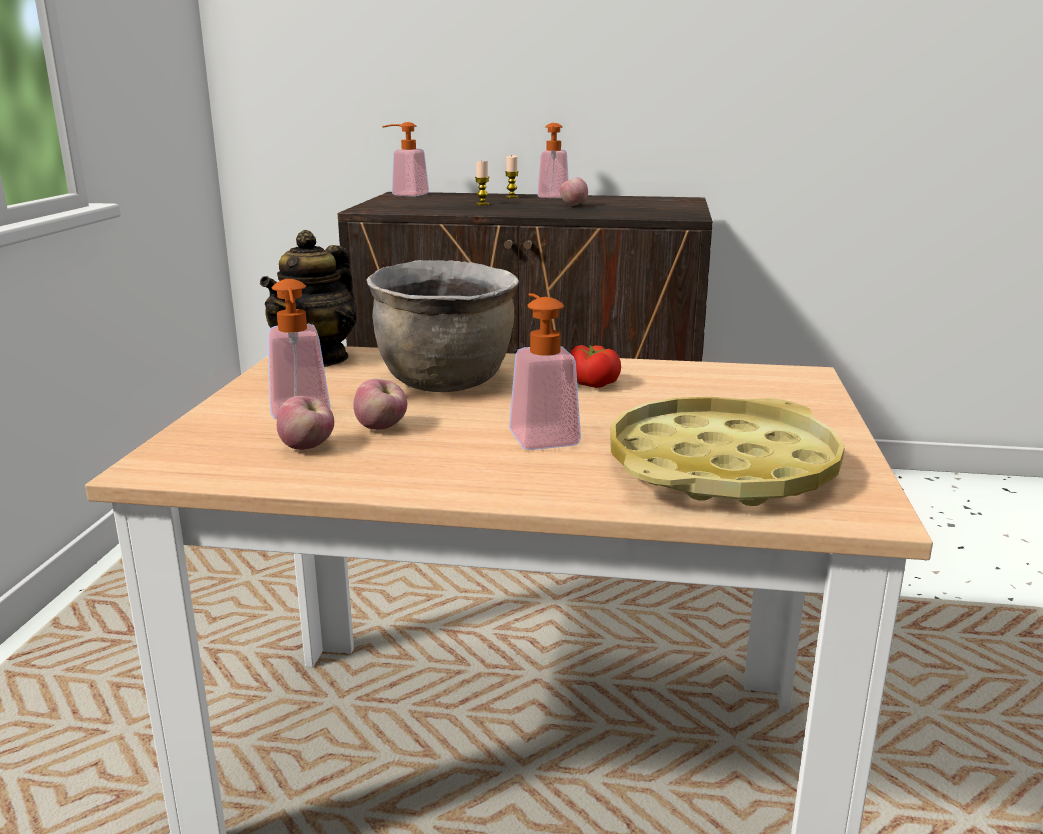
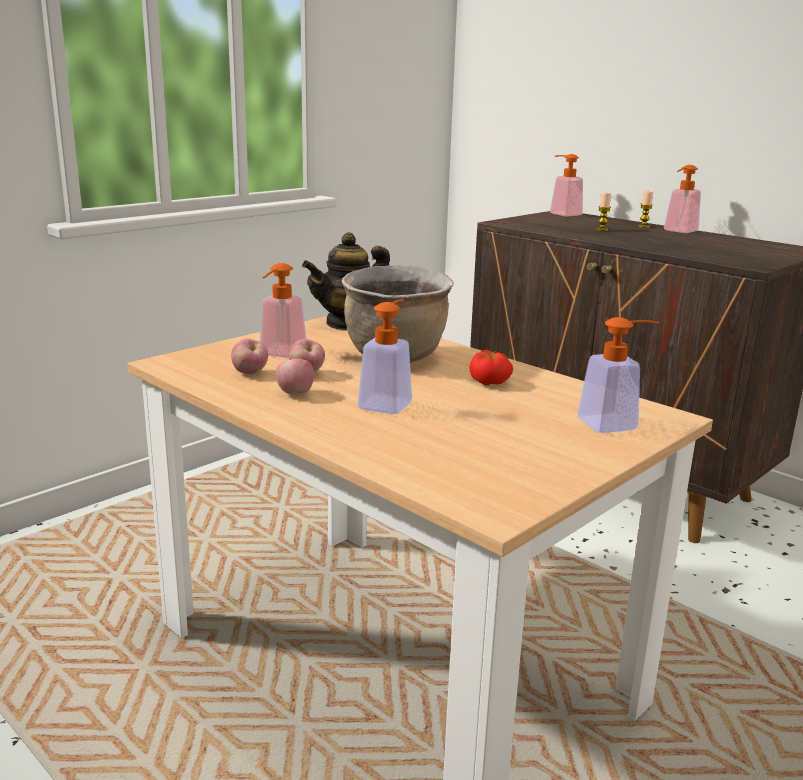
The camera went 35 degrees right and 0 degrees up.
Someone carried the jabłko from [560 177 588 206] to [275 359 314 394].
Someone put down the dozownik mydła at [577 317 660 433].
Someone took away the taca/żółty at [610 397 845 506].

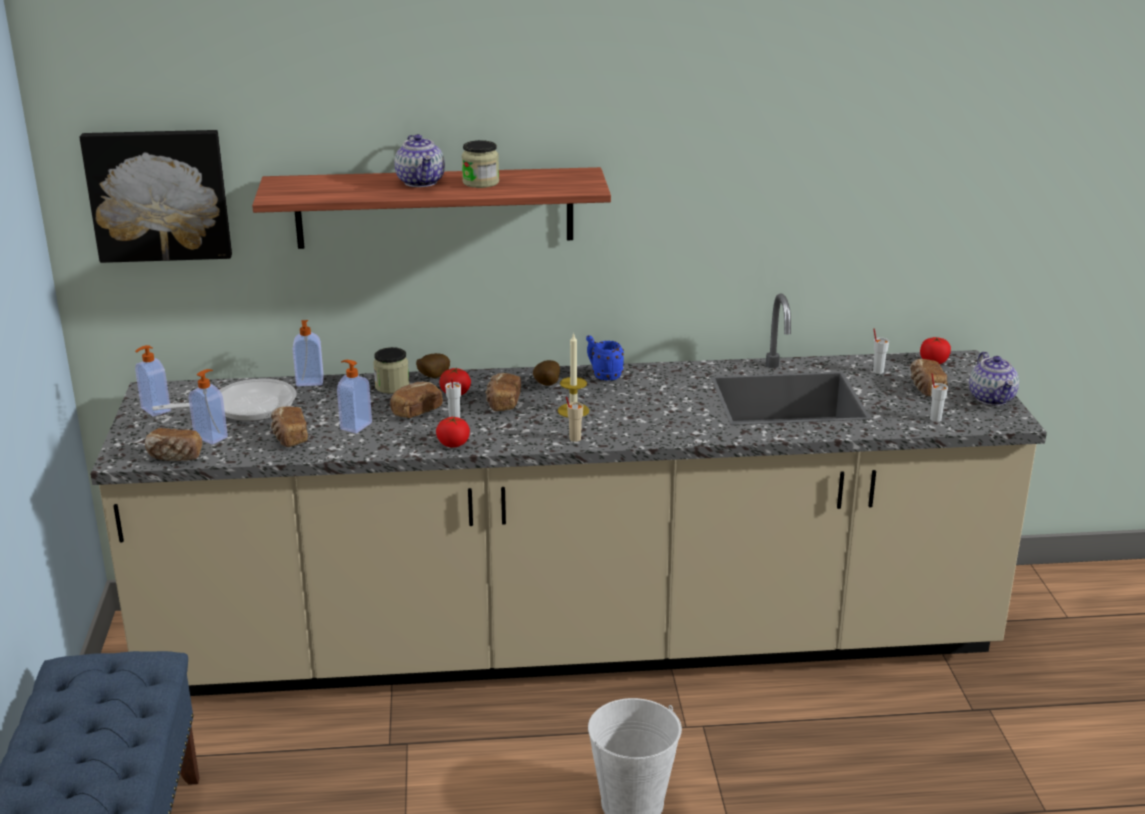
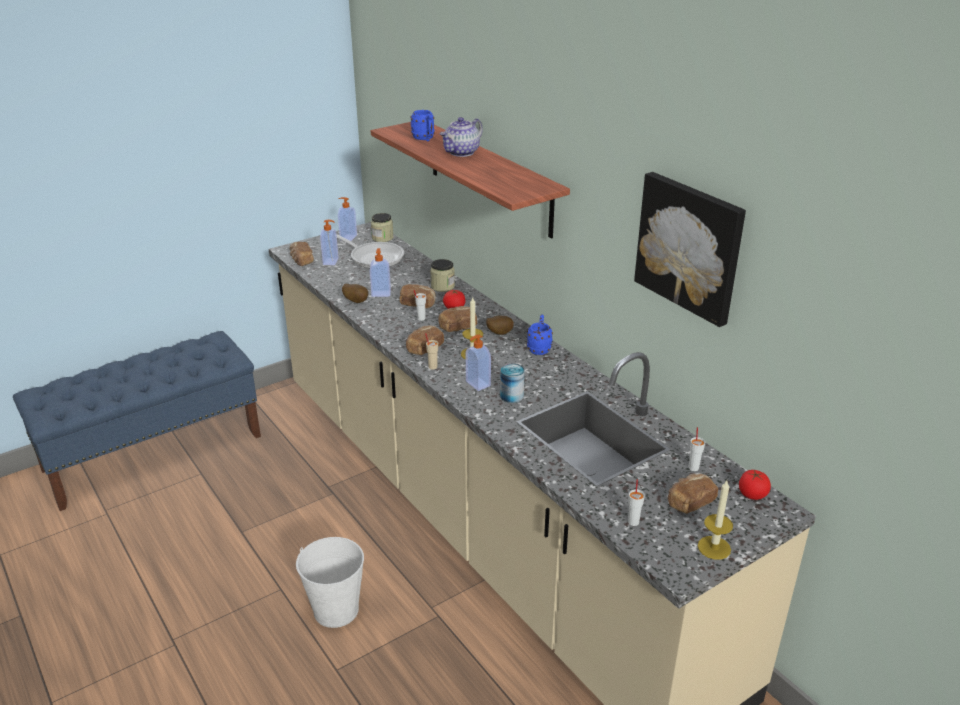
The camera went 60 degrees right and 5 degrees up.
Someone carried the ziemniak from [416 353 450 378] to [342 284 368 303].
Someone carried the słoik from [462 140 499 188] to [371 213 393 242].
Someone carried the chleb from [271 406 308 447] to [406 325 444 355].
Someone put down the kubek/niebieski at [410 110 435 141].
Someone carried the dozownik mydła from [293 320 324 386] to [466 334 491 391].
Someone put down the puszka at [500 363 525 403].
Someone carried the obraz from [80 130 232 263] to [634 172 746 327].
Someone swapped the imbryk at [969 351 1019 405] for the świeca at [698 481 733 560].
Someone took away the pomidor at [436 417 470 448].

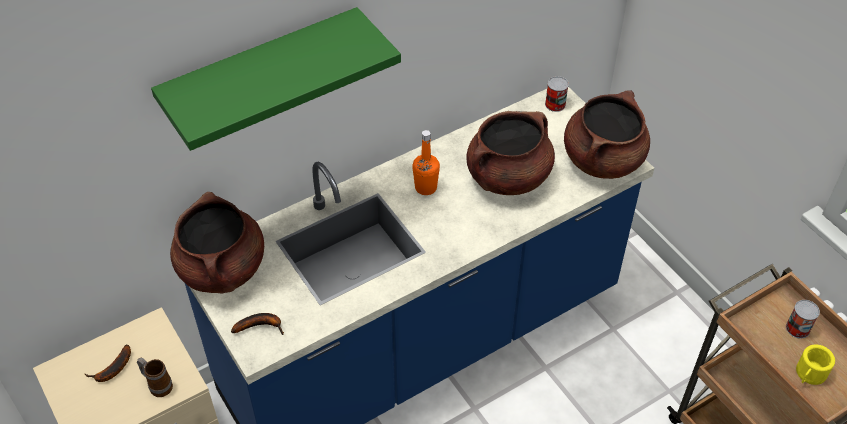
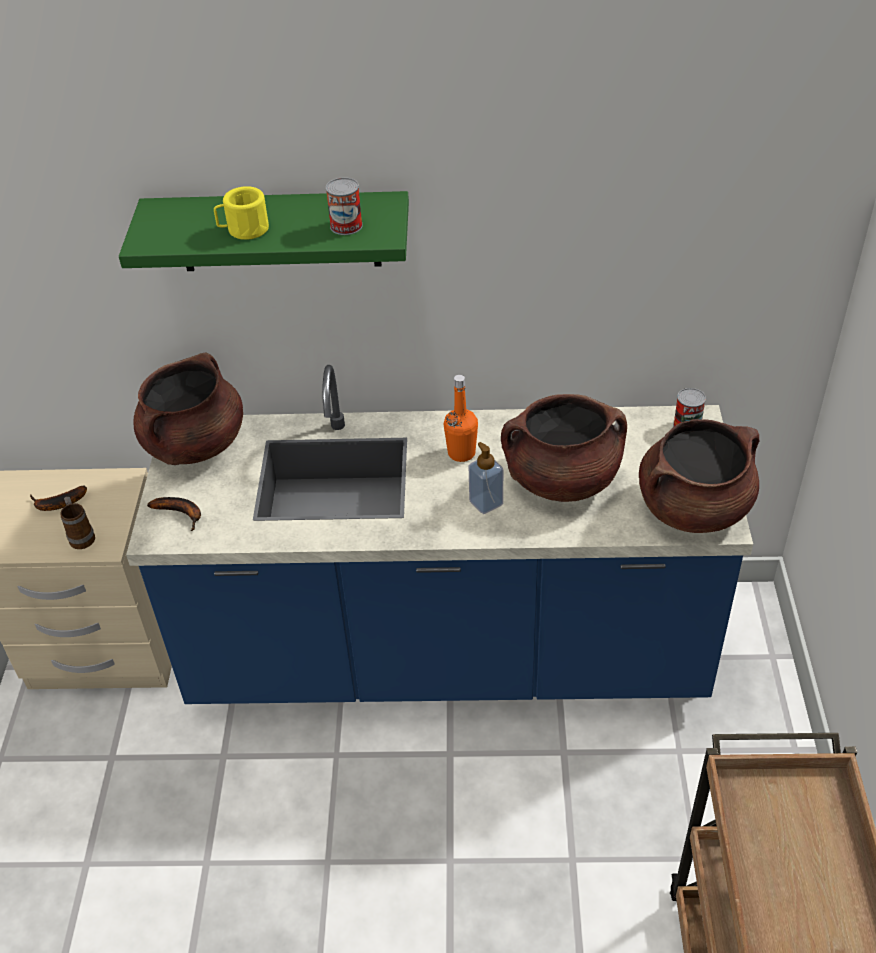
The camera went 35 degrees right and 5 degrees down.
Someone carried the kubek/żółty from [796 344 835 385] to [214 186 269 240].
Someone carried the puszka from [786 300 820 339] to [326 177 363 235].
Someone put down the dozownik mydła at [468 442 503 514].

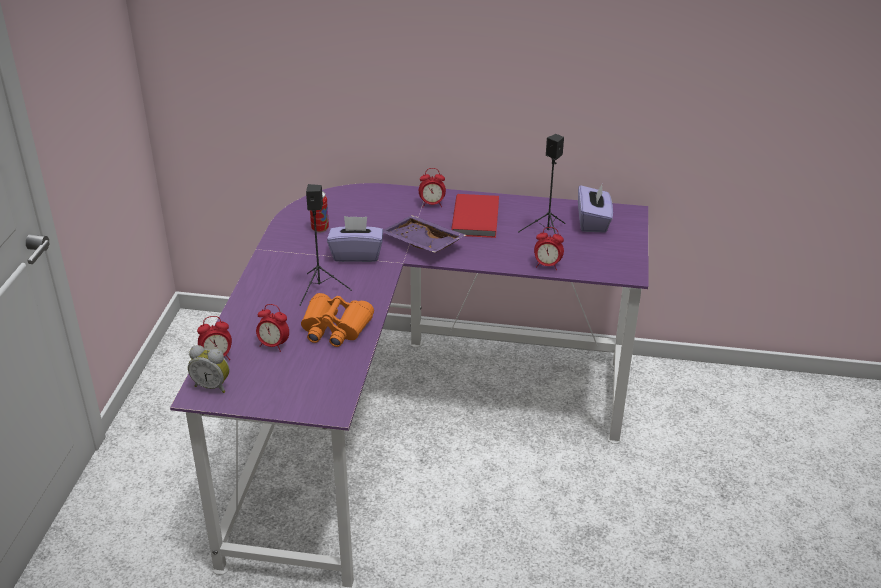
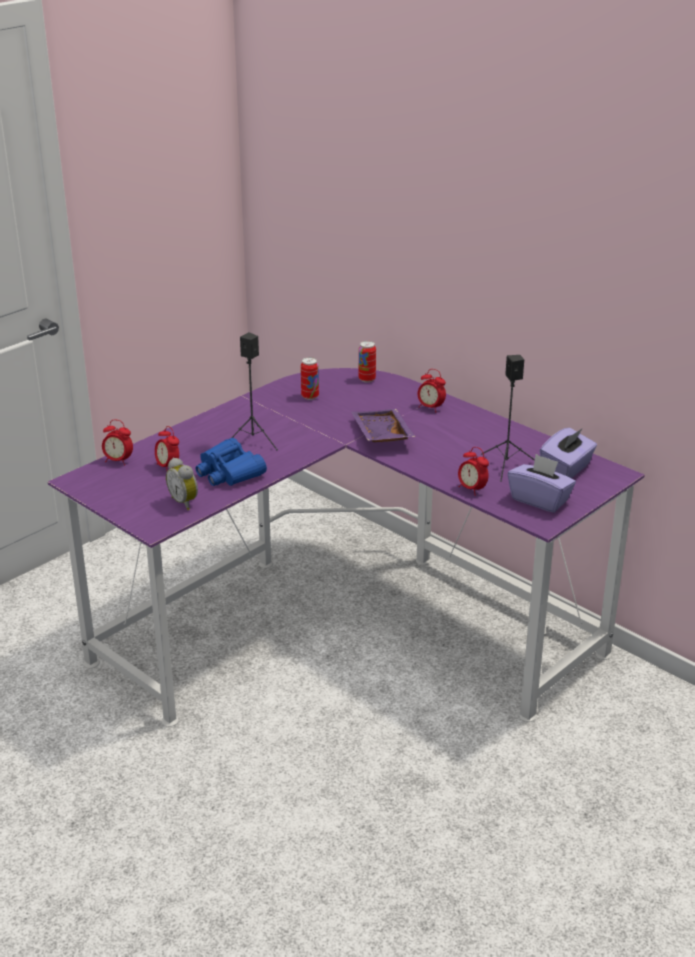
The camera went 35 degrees right and 5 degrees down.
Someone carried the budzik from [188 345 229 393] to [166 458 198 510].
Someone repainted the lornetka/pomarańczowy at [301 293 374 347], which became the lornetka/niebieski at [196 438 267 486].
Someone put down the puszka at [359 341 376 383].
Someone carried the pudełko chusteczek/fioletowy from [327 216 383 262] to [508 454 576 513].
Someone took away the książka/czerwony at [451 194 499 238].

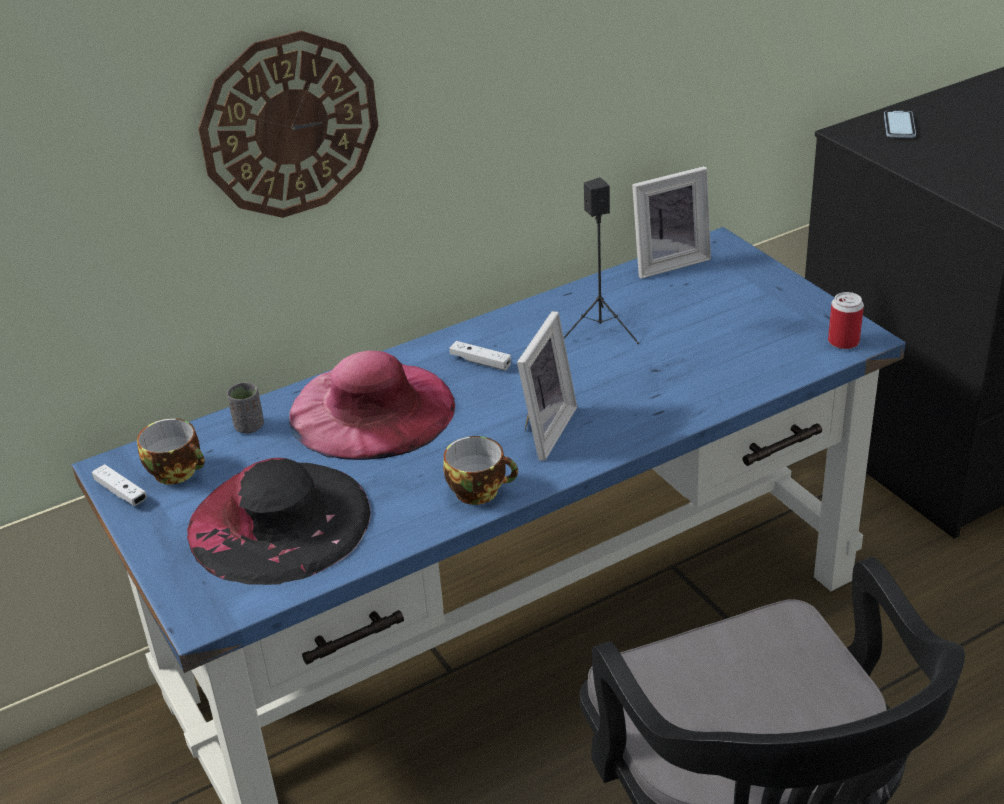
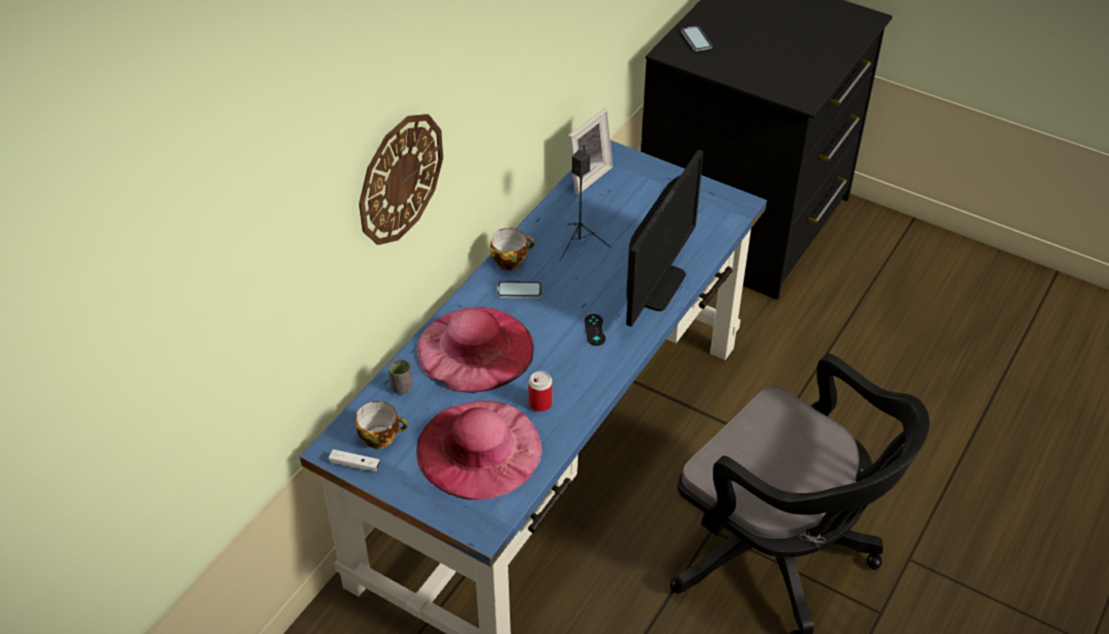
The camera went 30 degrees left and 10 degrees up.
Someone repainted the kapelusz/czarny at [187 458 371 585], which became the kapelusz/różowy at [416 401 542 500].
Someone carried the filiżanka from [443 436 518 505] to [490 228 534 270].
Someone swapped the pad do gier/biały at [449 341 511 371] for the telefon at [497 281 542 298].
Someone carried the puszka from [828 292 864 349] to [528 371 552 412].
Someone swapped the ramka na zdjęcie at [517 311 577 461] for the pad do gier/czarny at [584 314 606 346].
Someone put down the monitor at [626 150 704 327].

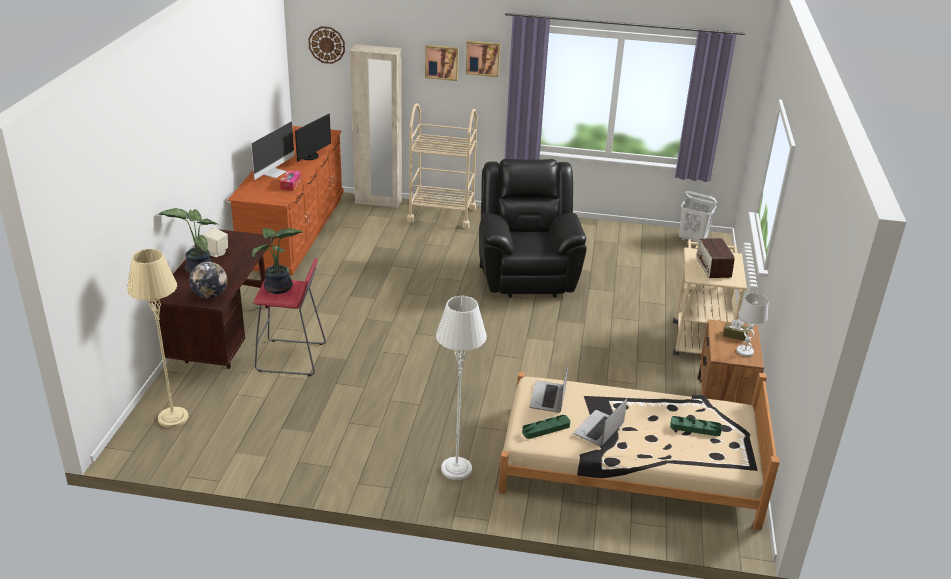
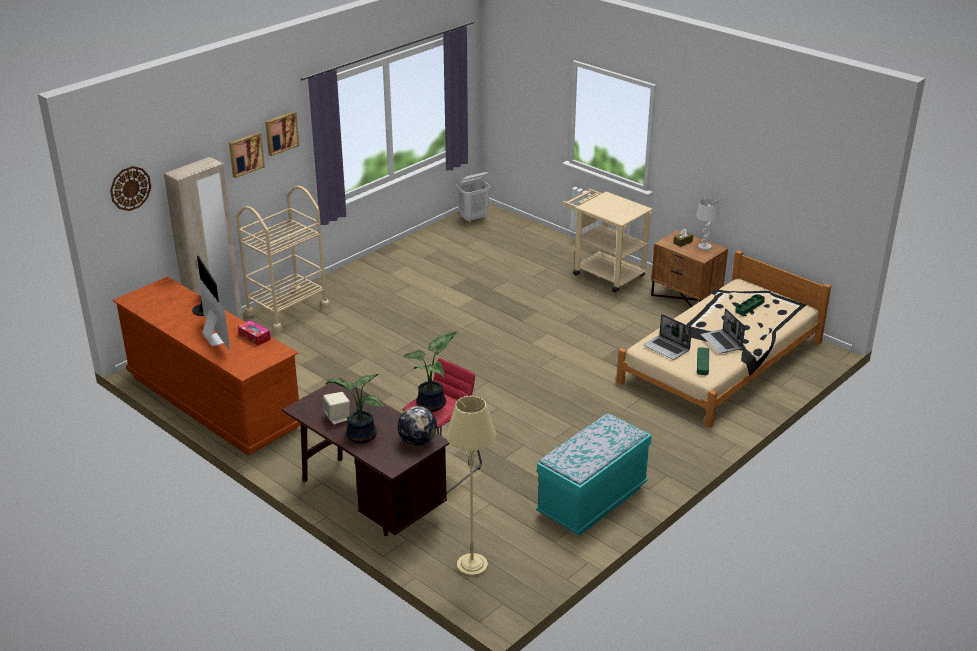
The camera went 55 degrees left and 0 degrees up.
Someone put down the ławka/turkusowy at [536 414 652 536].
Someone took away the lampa stojąca/biały at [436 296 487 480].
Someone took away the fotel/czarny at [479 159 587 298].
Someone took away the radio at [696 238 735 278].

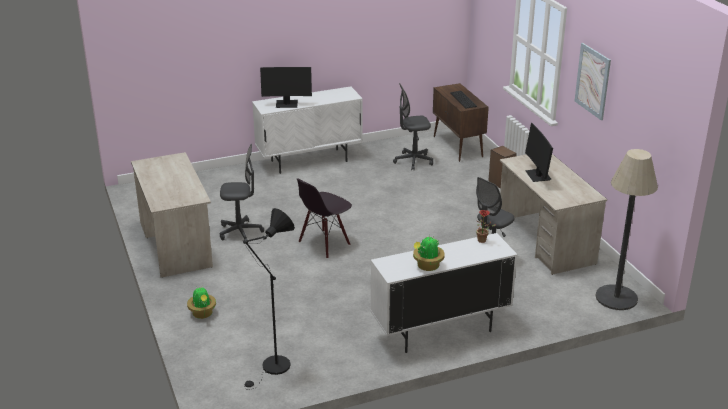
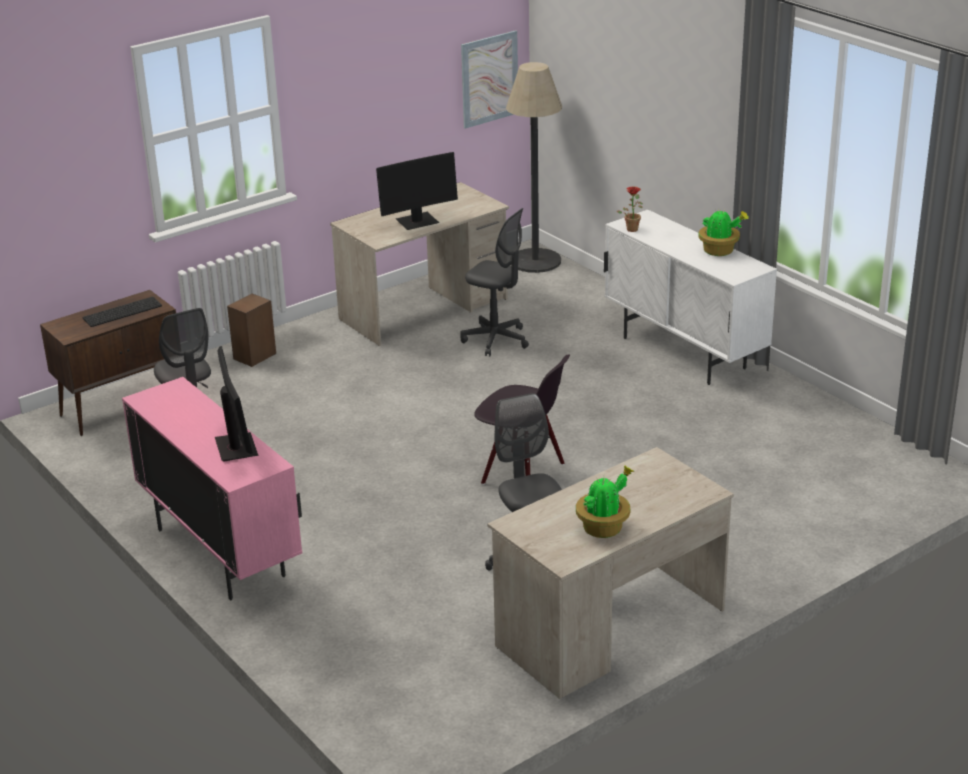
The camera went 105 degrees left and 0 degrees up.
Someone repainted the szafka/biały at [252 86 363 174], which became the szafka/różowy at [122 377 302 600].
Someone carried the obraz from [575 43 611 120] to [461 30 518 129].
Someone carried the roślina doniczkowa from [187 287 216 319] to [576 466 635 538].
Someone took away the lampa stojąca/czarny at [243 208 295 390].

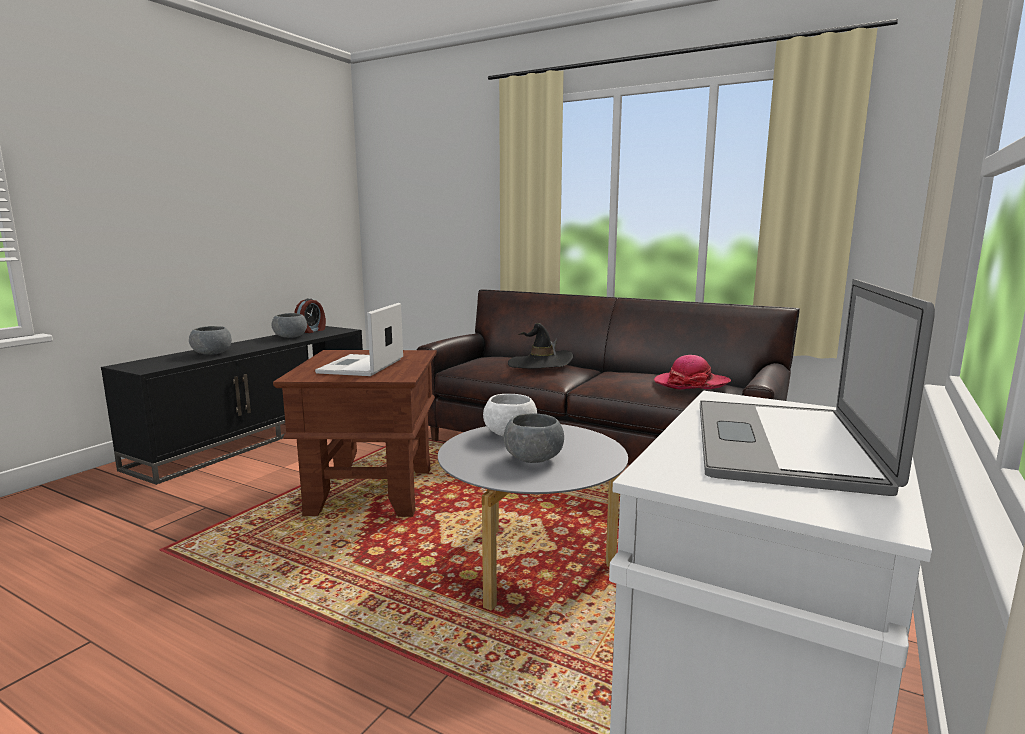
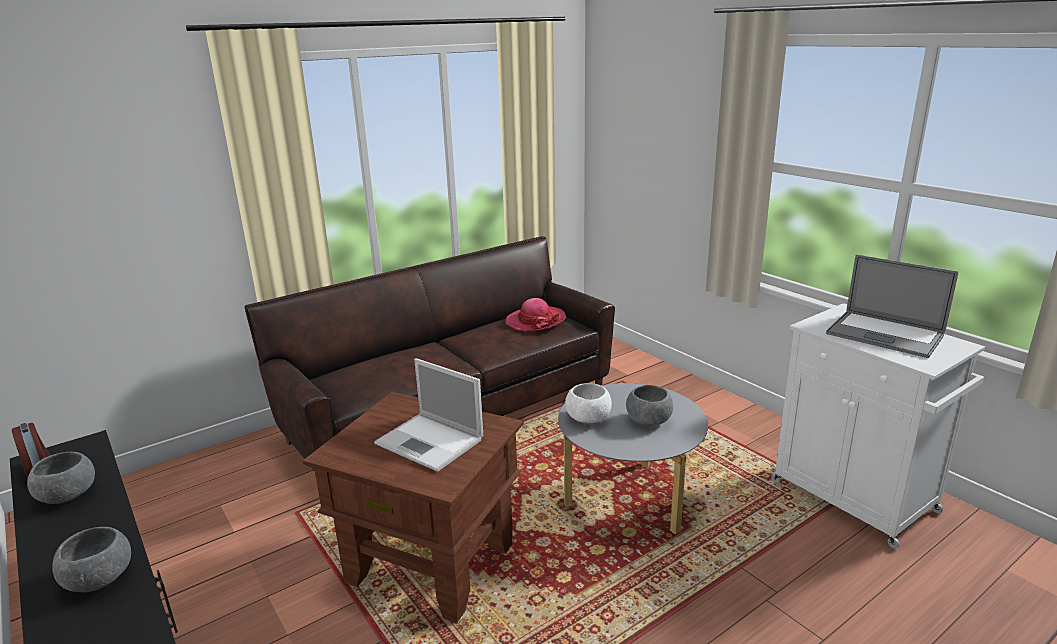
The camera went 65 degrees left and 10 degrees up.
Someone took away the kapelusz/czarny at [508 323 573 369].

